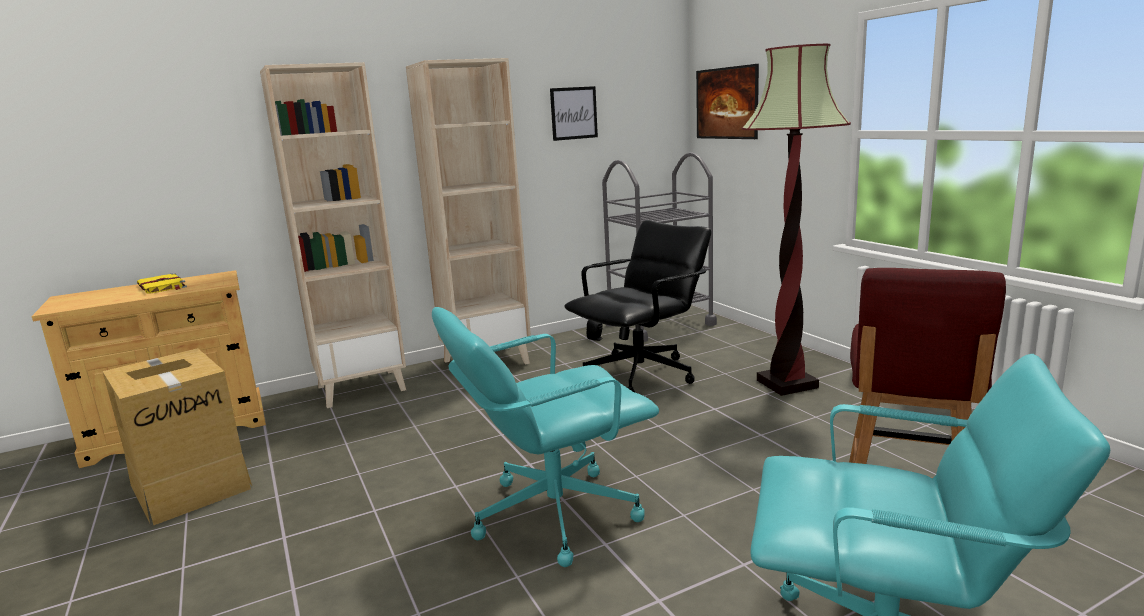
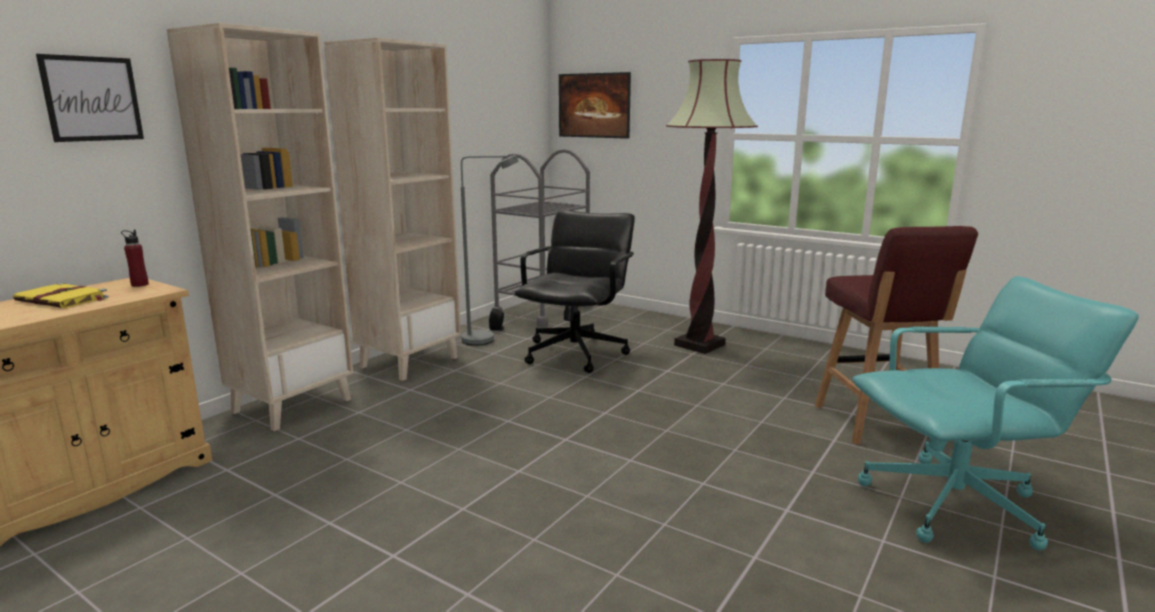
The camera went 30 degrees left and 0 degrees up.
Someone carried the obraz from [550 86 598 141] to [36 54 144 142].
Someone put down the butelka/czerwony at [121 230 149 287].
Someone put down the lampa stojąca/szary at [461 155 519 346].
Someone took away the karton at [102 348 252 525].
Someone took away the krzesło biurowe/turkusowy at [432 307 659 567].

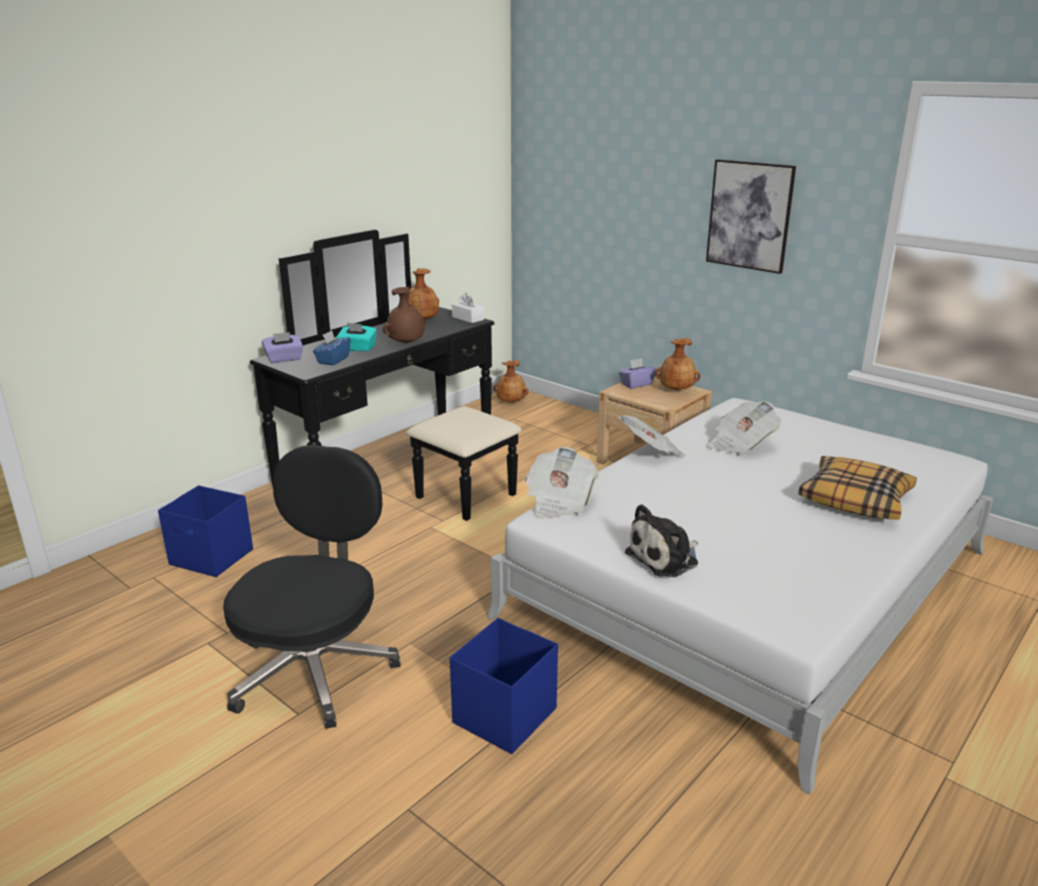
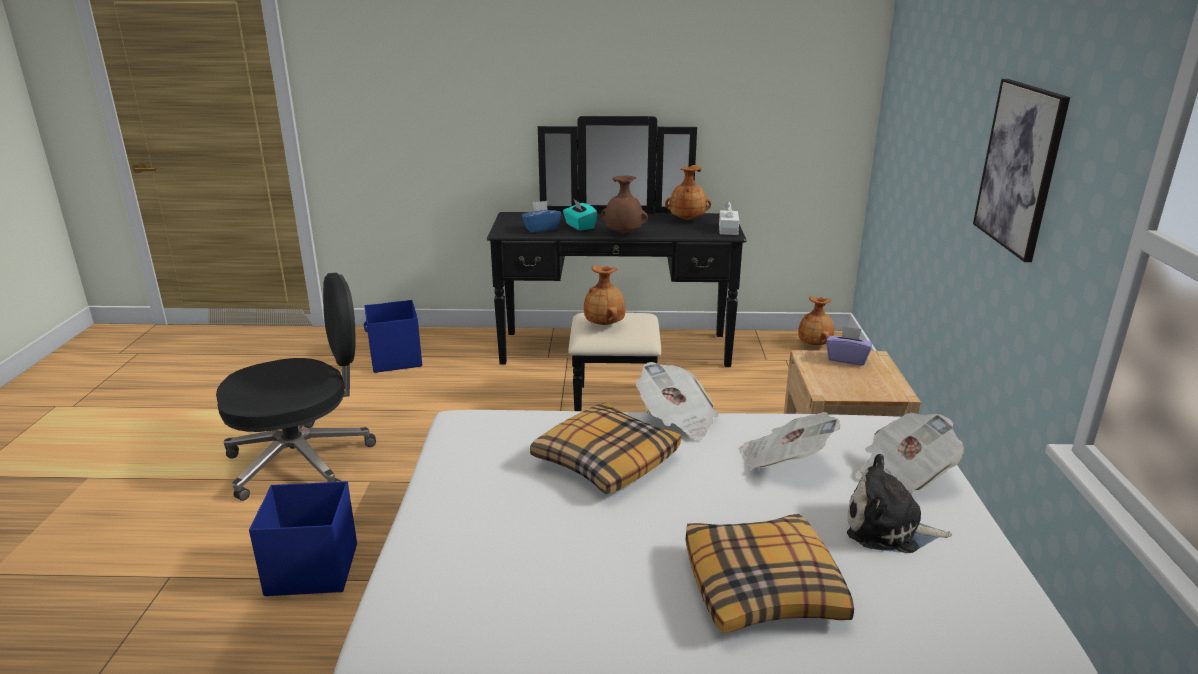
The camera went 50 degrees right and 0 degrees up.
Someone put down the poduszka at [530 402 681 494].
Someone carried the wazon/brązowy from [655 338 700 390] to [584 266 626 325].
Someone carried the pluszak from [625 504 698 577] to [847 454 952 553].
Someone carried the gazeta from [525 447 599 519] to [856 413 964 495].
Someone took away the pudełko chusteczek/fioletowy at [262 332 303 363].

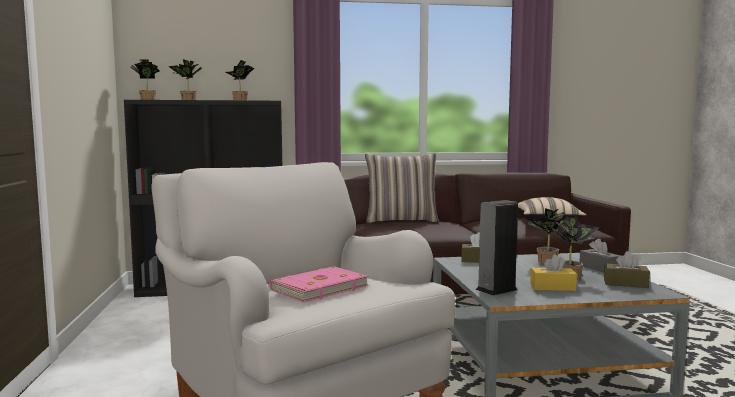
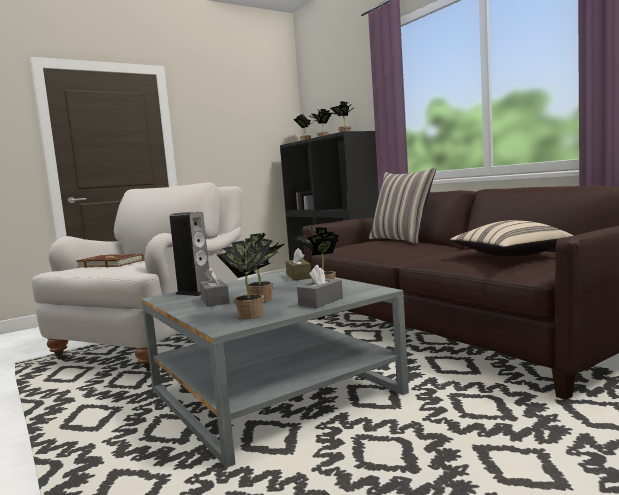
The camera went 65 degrees right and 0 degrees up.
Someone repainted the książka/różowy at [270 266 369 303], which became the książka/brązowy at [77 254 144 268].
Someone repainted the pudełko chusteczek/żółty at [530 254 577 291], which became the pudełko chusteczek/szary at [200 267 230 307].
Someone swapped the pudełko chusteczek/brązowy at [604 251 650 288] for the roślina doniczkowa at [217 239 278 319].

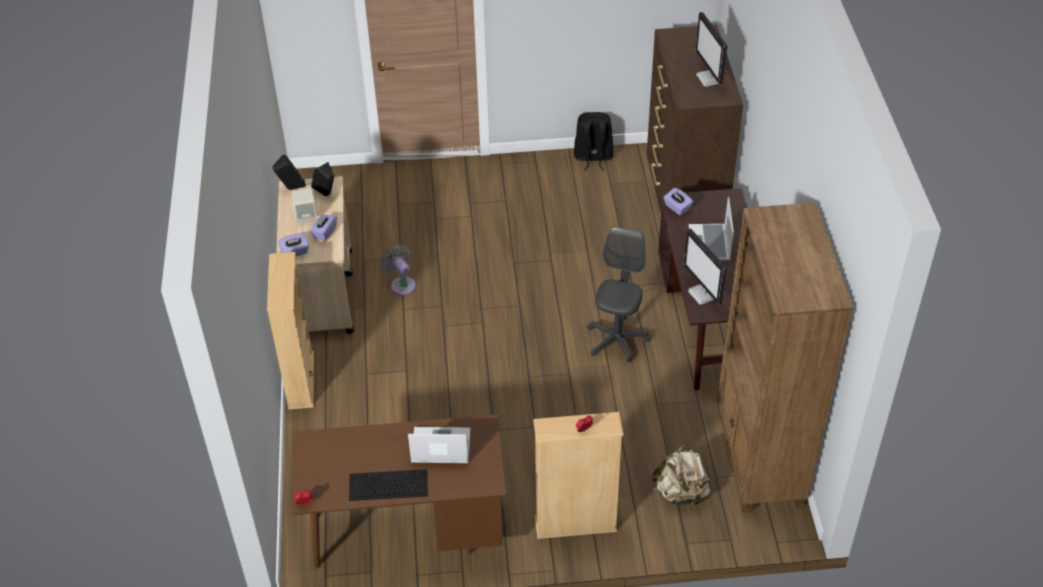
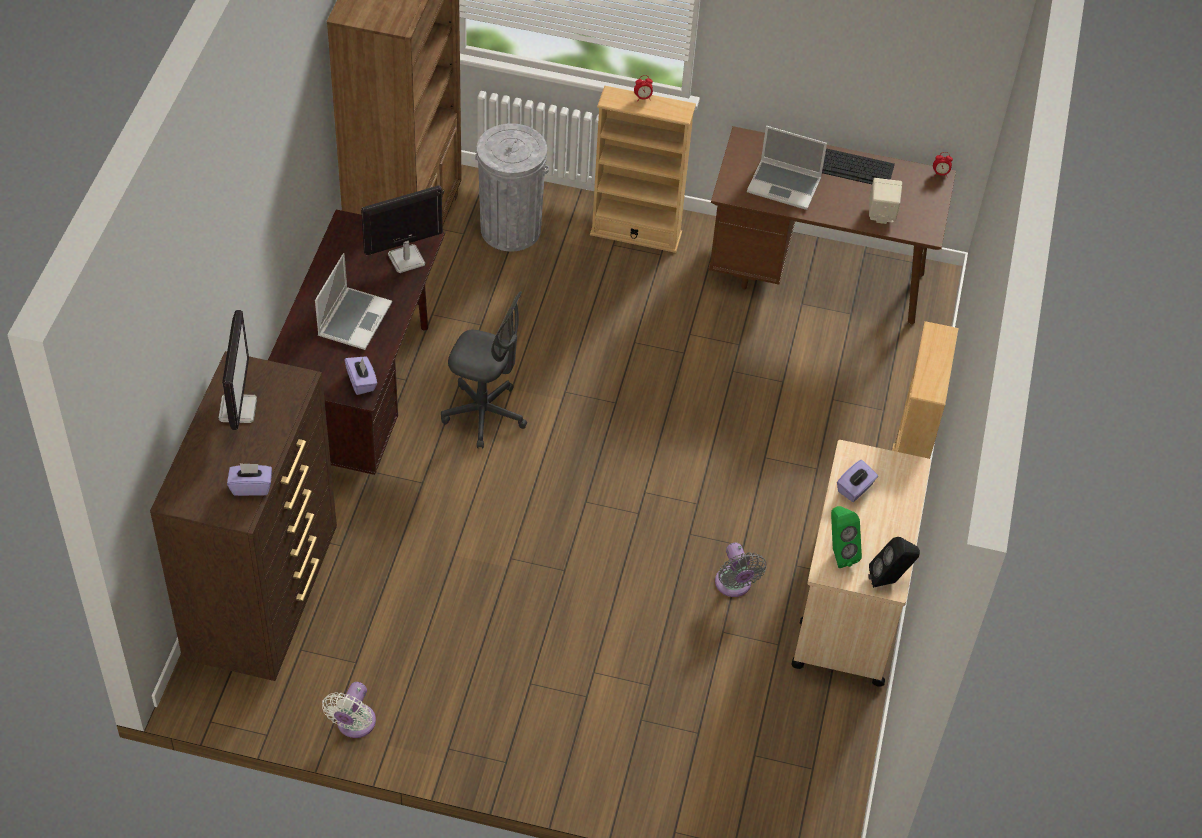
The camera went 165 degrees left and 5 degrees up.
Someone carried the pudełko chusteczek/fioletowy from [278 233 309 257] to [227 463 272 496].
Someone swapped the plecak/czarny at [574 112 613 171] for the wentylator/biały at [322 682 376 738].
Someone rotated the monitor at [684 228 727 305] by 105 degrees counterclockwise.
Someone rotated the krzesło biurowe/szary at [587 227 651 363] by 105 degrees counterclockwise.
Someone swapped the plecak/beżowy at [652 444 711 507] for the kosz na śmieci/szary at [475 123 549 252].
Someone repainted the głośnik/czarny at [311 162 334 196], which became the głośnik/zielony at [831 506 862 568].
Someone carried the głośnik/beżowy from [292 188 317 223] to [869 178 902 224].

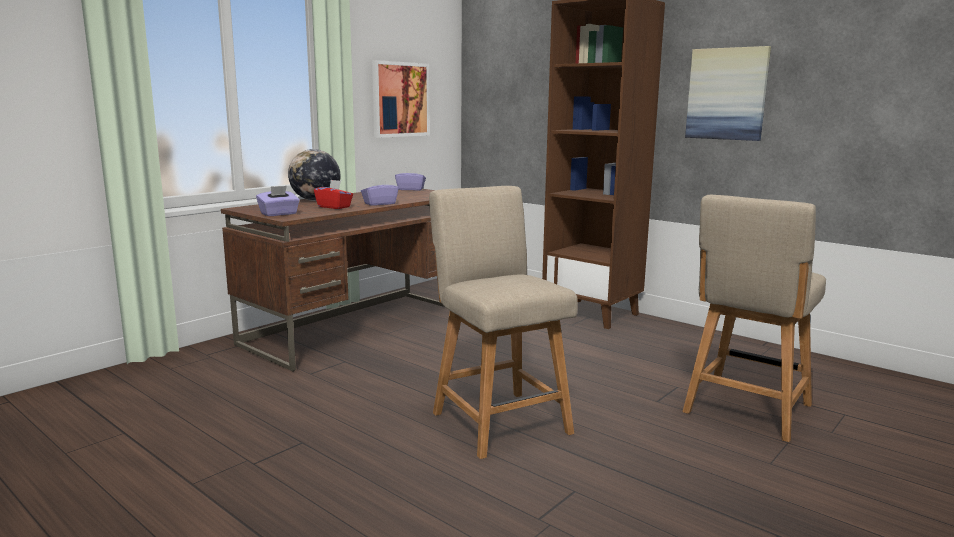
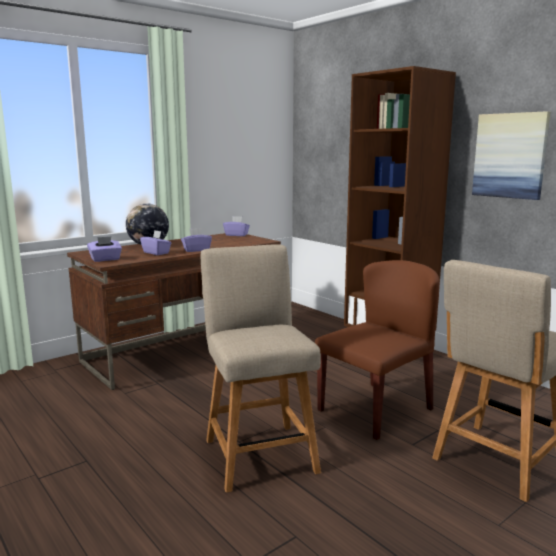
The camera went 10 degrees right and 0 degrees up.
Someone repainted the pudełko chusteczek/czerwony at [314 180 353 209], which became the pudełko chusteczek/fioletowy at [140 230 172 255].
Someone put down the krzesło/brązowy at [315 260 440 440].
Someone took away the obraz at [372 60 430 138].

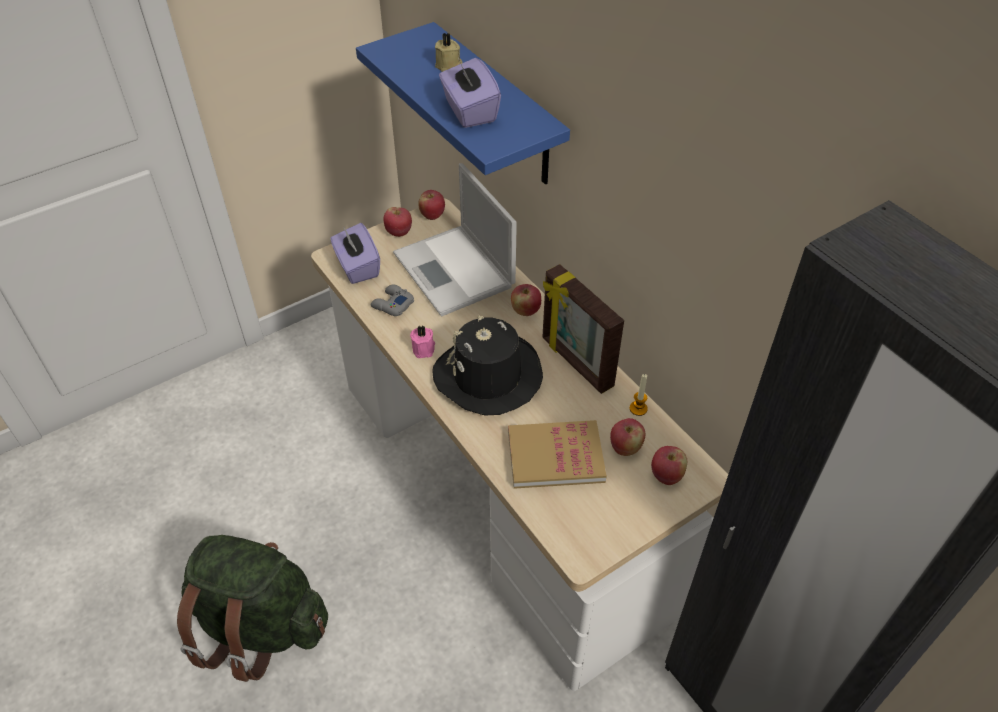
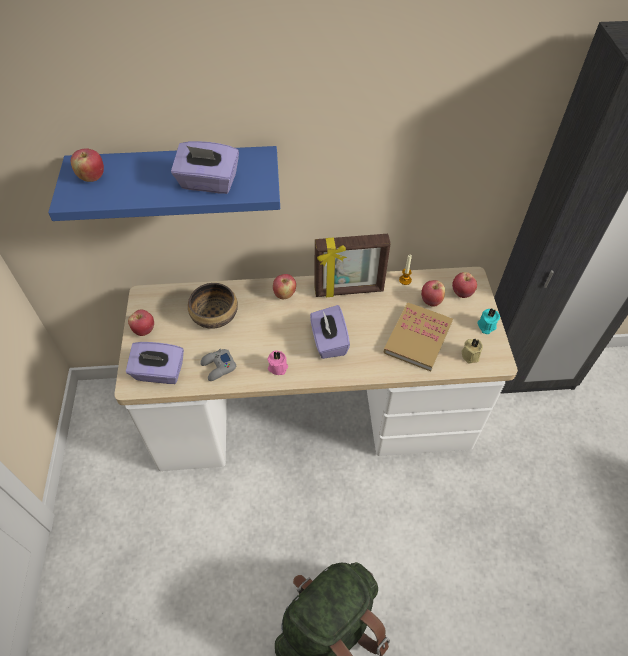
The camera went 60 degrees left and 5 degrees up.
Someone carried the jabłko from [418 190 445 220] to [71 148 104 182].
Someone swapped the laptop at [393 163 517 316] for the miska at [188 283 238 329].
Someone swapped the kapelusz/czarny at [432 315 543 416] for the pudełko chusteczek/fioletowy at [310 305 350 359].
Someone carried the świeca/beżowy from [435 33 462 72] to [462 339 483 364].
Someone put down the świeca/turkusowy at [477 308 500 334].

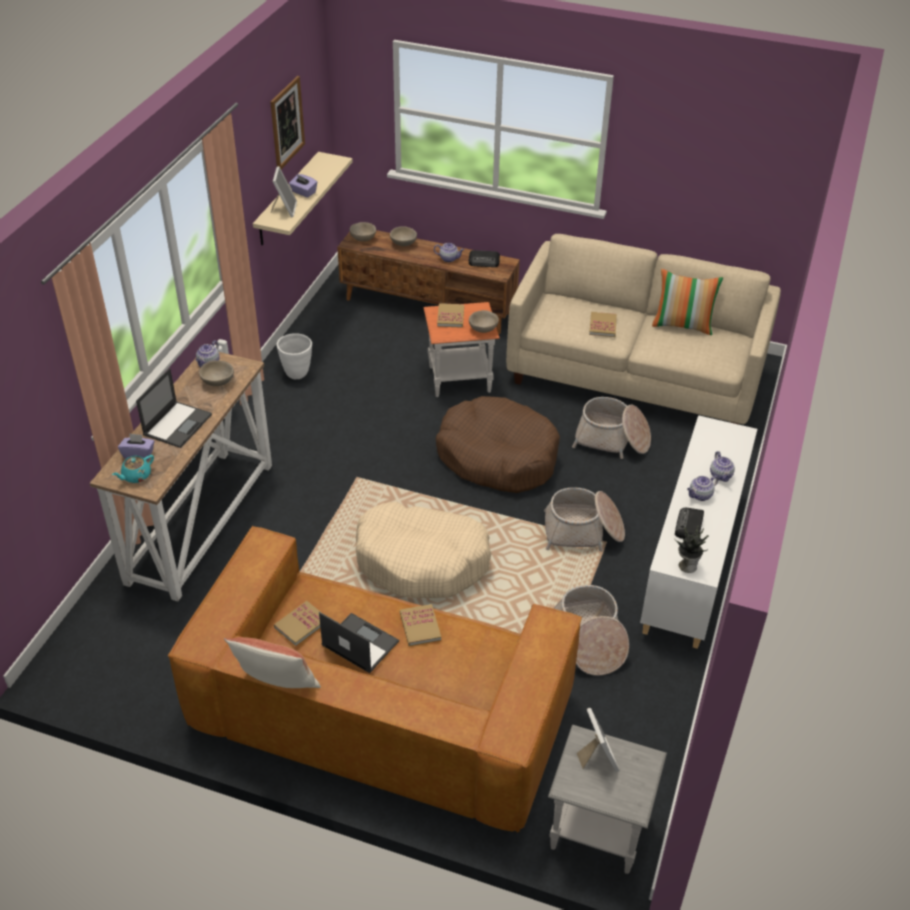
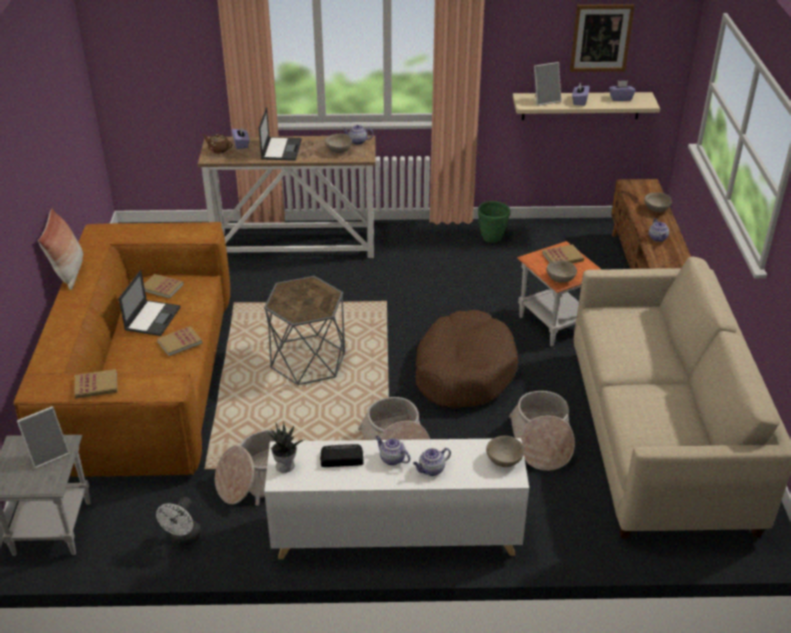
The camera went 70 degrees right and 5 degrees down.
Someone carried the książka from [589 312 617 337] to [74 369 117 399].
Someone put down the wentylator/biały at [156 497 201 545].
Someone repainted the imbryk/turkusowy at [112 455 154 483], which became the imbryk/brązowy at [202 134 233 153].
Someone rotated the laptop at [136 368 212 448] by 90 degrees counterclockwise.
Someone swapped the legowisko/beżowy at [356 501 492 598] for the stolik/szary at [264 276 345 385].
Someone repainted the donica/biały at [277 333 312 379], which became the donica/zielony at [478 201 510 242].
Someone carried the miska/beżowy from [350 222 376 242] to [486 436 524 467].
Someone put down the pudełko chusteczek/fioletowy at [609 81 635 101].
Someone took away the radio at [469 250 500 267].
Someone took away the poduszka at [652 269 723 335].

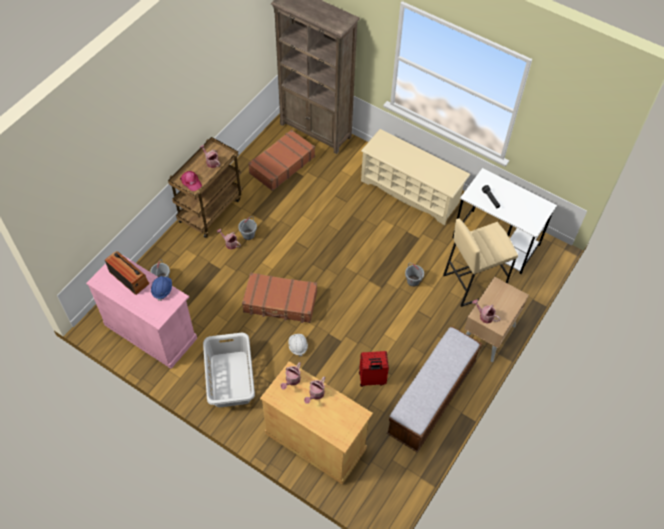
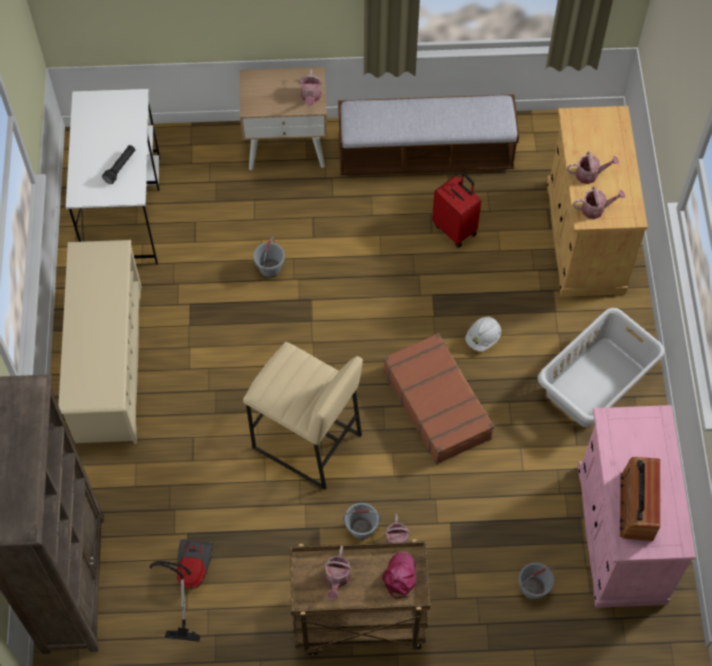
The camera went 125 degrees left and 5 degrees up.
Someone swapped the walizka/brązowy at [248 129 315 191] for the odkurzacz at [150 540 213 642].
Someone carried the stołek/beżowy from [443 218 518 307] to [243 342 363 490].
Someone took away the kask/niebieski at [151 276 172 301].

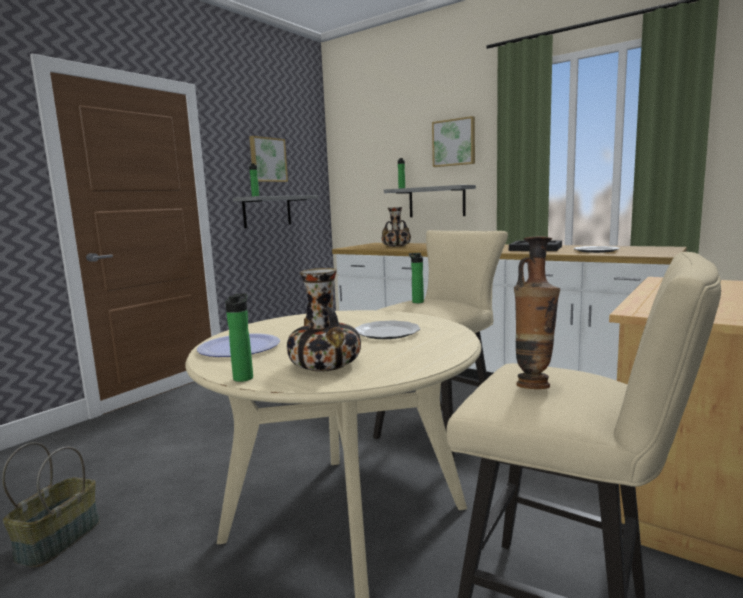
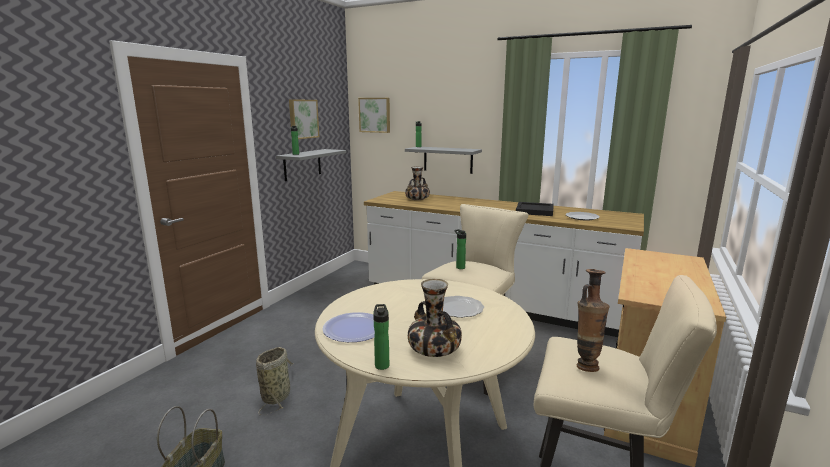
The camera went 10 degrees left and 5 degrees up.
Someone put down the koszyk at [256 347 294 415].
Someone carried the obraz from [432 116 475 167] to [358 98 390 133].

